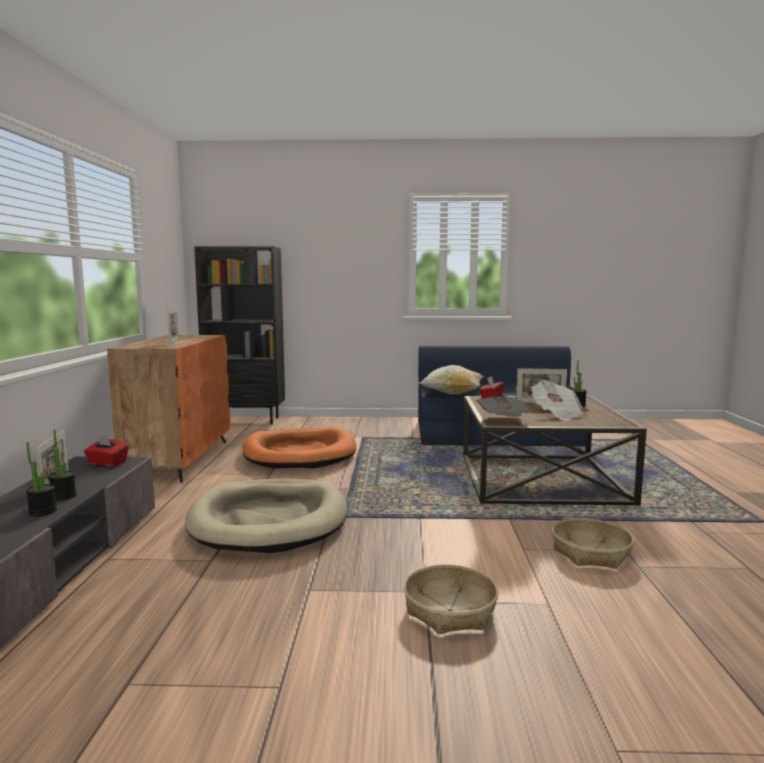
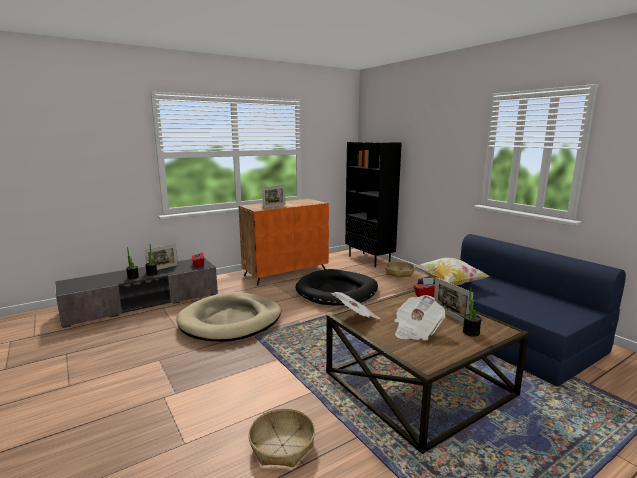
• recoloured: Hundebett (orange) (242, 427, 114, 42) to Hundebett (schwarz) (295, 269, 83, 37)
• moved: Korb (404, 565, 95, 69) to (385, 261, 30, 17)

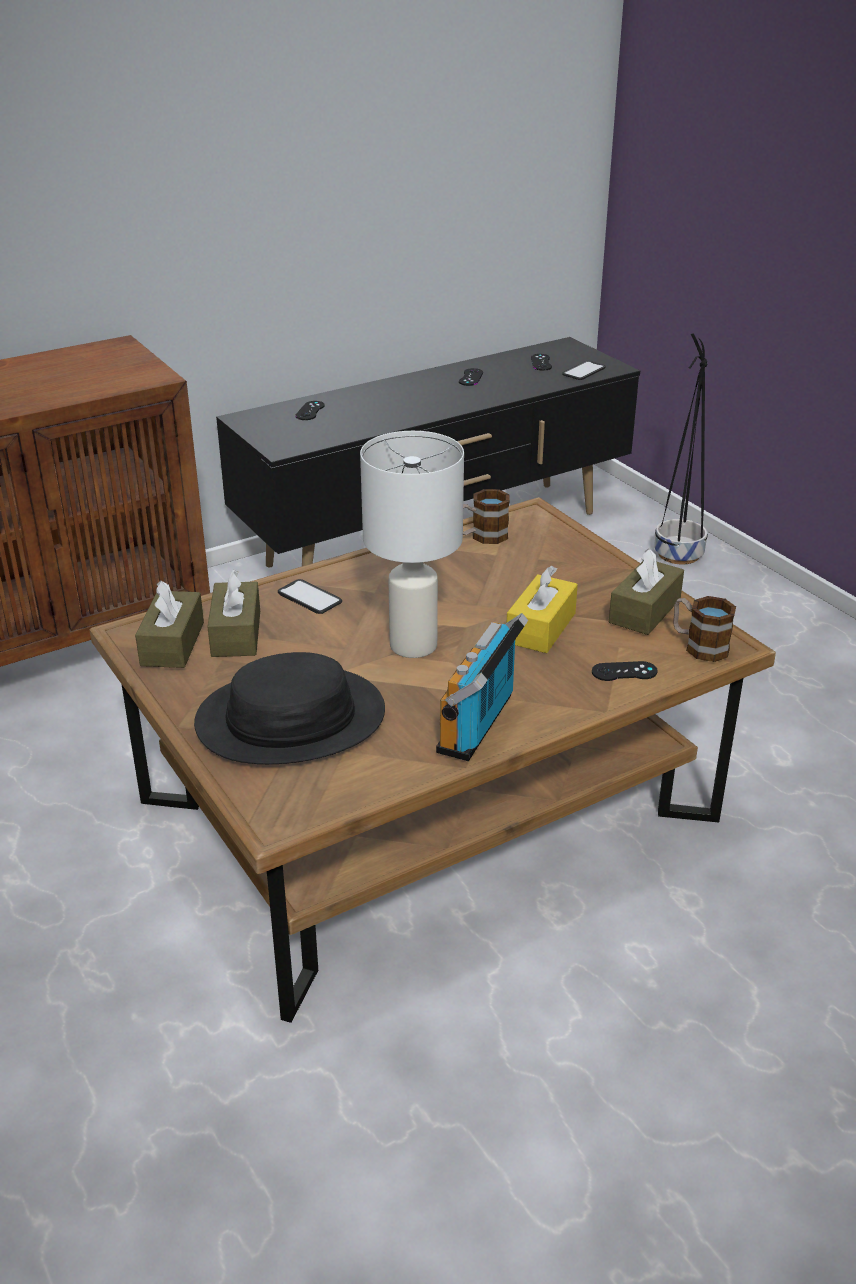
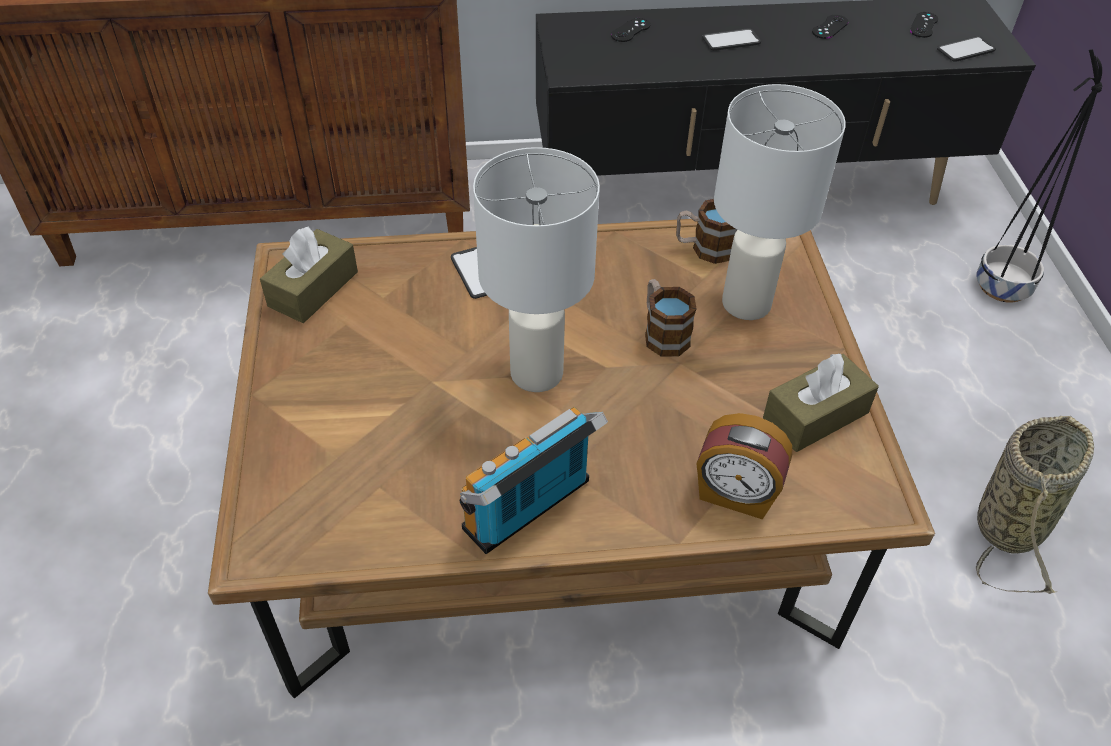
• removed: Taschentuchbox (gelb) (507, 565, 71, 88)
• removed: Taschentuchbox (braun) (207, 570, 53, 87)
• moved: Henkelbecher (673, 596, 63, 66) to (645, 279, 51, 78)
• removed: Hut (schwarz) (194, 652, 191, 112)
• replaced: Gamepad (schwarz) (592, 661, 66, 20) to Wecker (696, 413, 96, 106)
• added: Handy (702, 28, 59, 23)
• added: Tischlampe (weiß) (714, 84, 132, 236)
• added: Korb (976, 416, 118, 178)

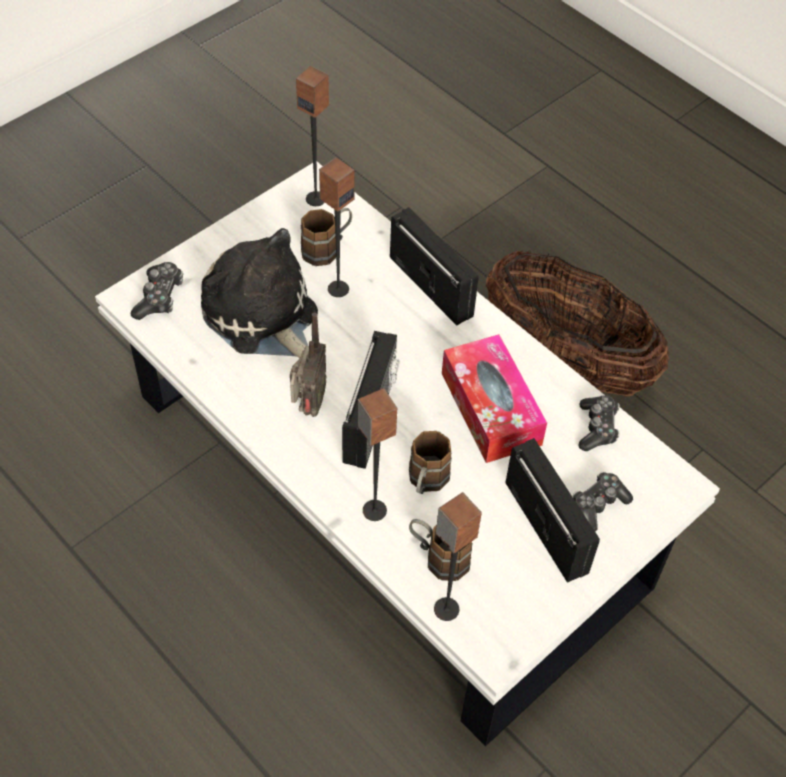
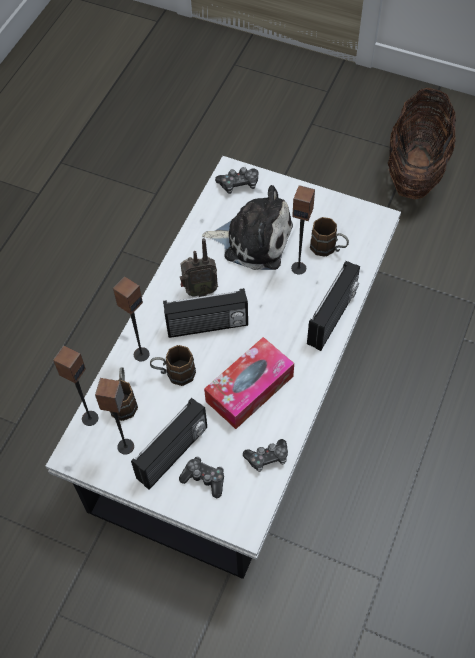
• moved: Lautsprecher (296, 66, 33, 140) to (95, 378, 39, 77)
• turned: Plüschtier (201, 228, 117, 131) = (202, 185, 91, 85) 75 degrees clockwise
• moved: Korb (486, 251, 183, 145) to (388, 88, 68, 111)

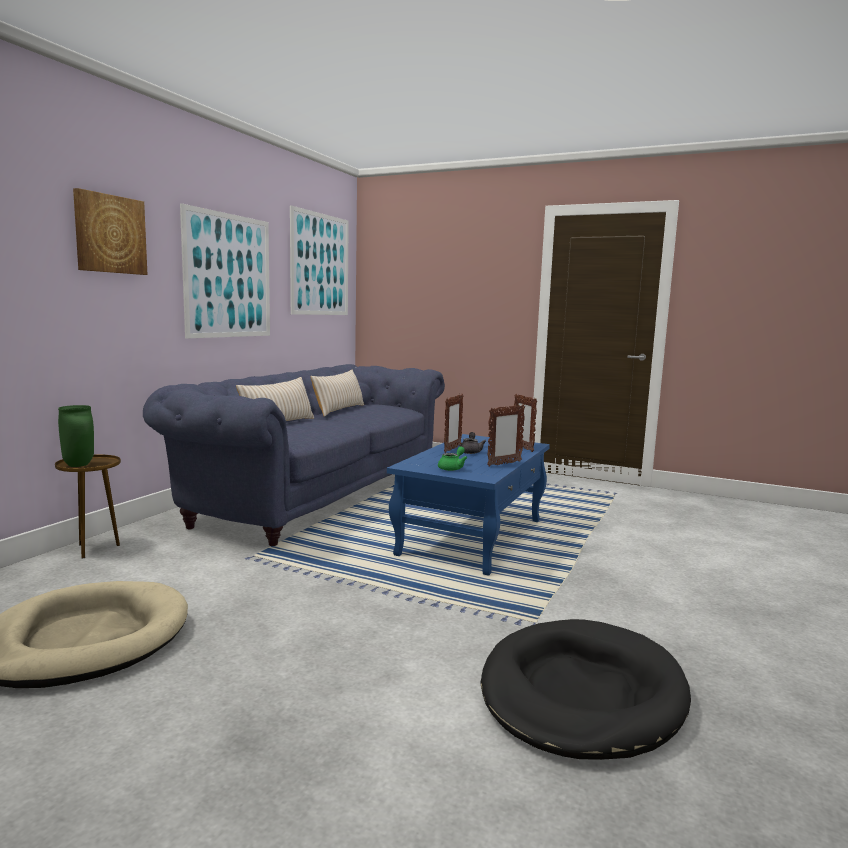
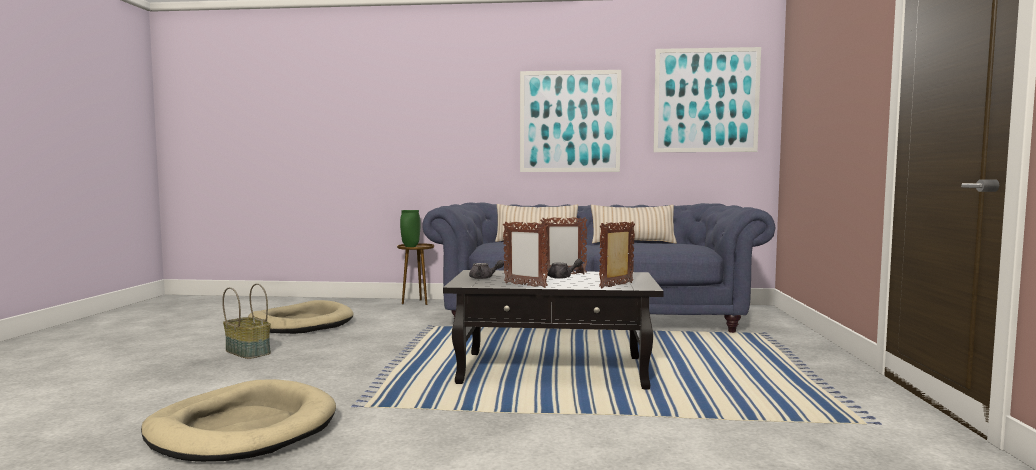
• removed: Bild (73, 188, 75, 87)
• recoloured: Couchtisch (blau) (387, 434, 163, 142) to Couchtisch (schwarz) (443, 270, 221, 120)
• recoloured: Teekanne (grün) (438, 447, 30, 24) to Teekanne (grau) (469, 260, 35, 19)
• recoloured: Hundebett (schwarz) (480, 619, 211, 141) to Hundebett (beige) (141, 379, 195, 83)
• added: Korb (222, 283, 49, 76)

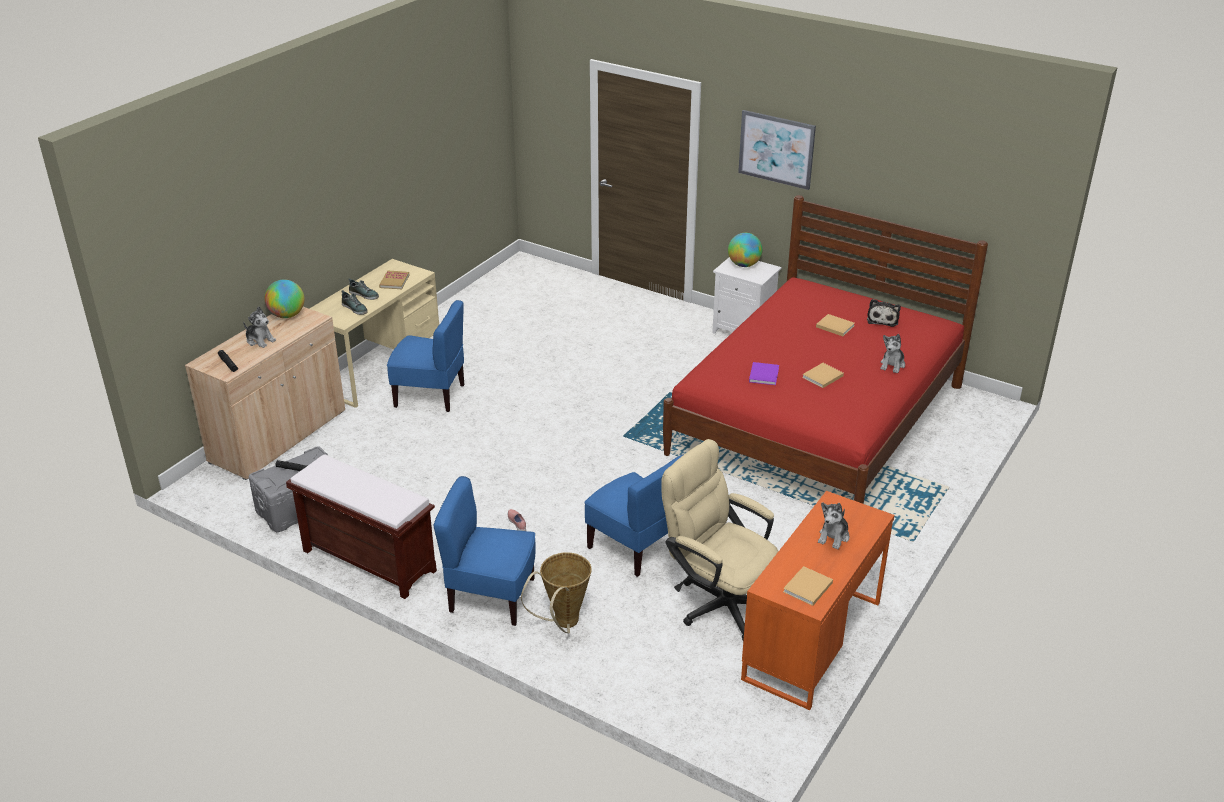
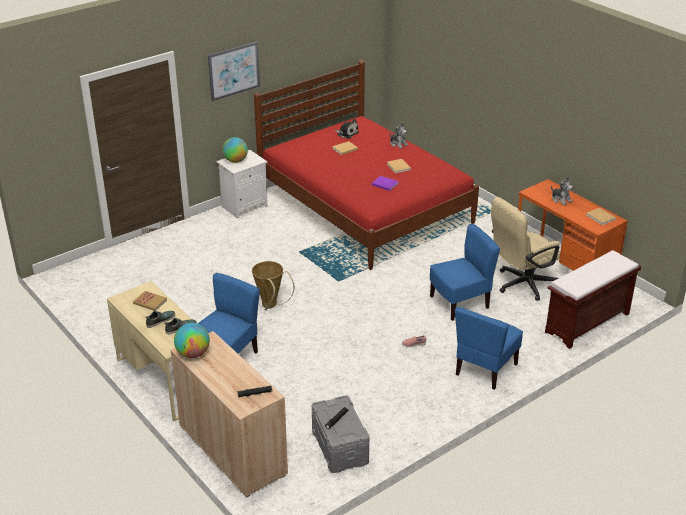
• removed: Plüschtier (243, 306, 33, 42)
• moved: Bank (braun) (286, 454, 151, 145) to (545, 250, 96, 99)
• moved: Korb (521, 552, 71, 81) to (252, 261, 42, 49)

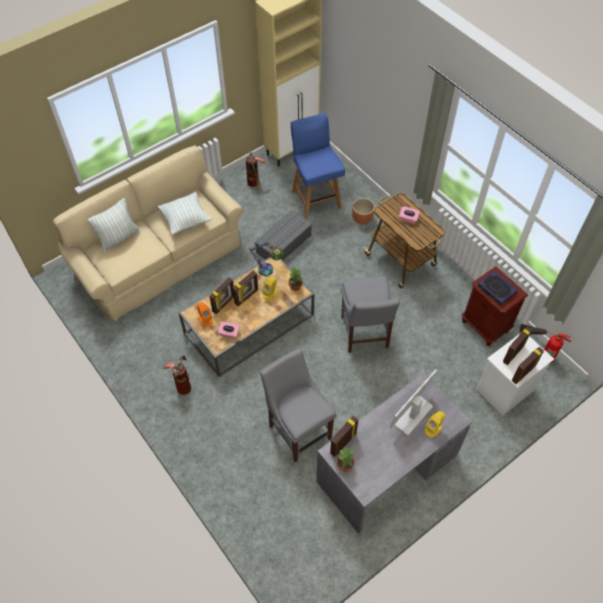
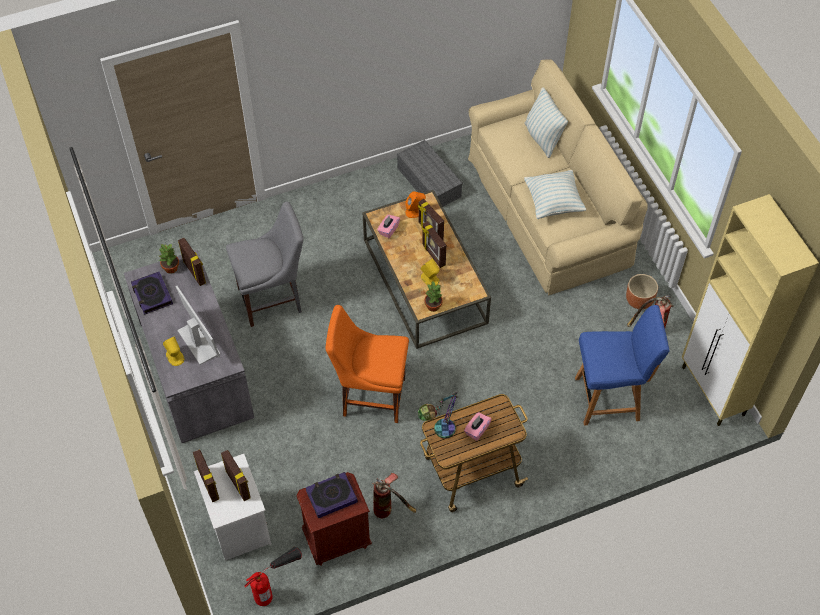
• moved: Pflanzkübel (braun) (352, 198, 23, 26) to (626, 274, 32, 35)
• moved: Aufbewahrungsbox (grau) (255, 210, 57, 50) to (397, 140, 66, 67)
• moved: Tischlampe (248, 243, 35, 33) to (418, 391, 40, 48)
• recoloured: Stuhl (grau) (341, 276, 59, 77) to Stuhl (orange) (325, 305, 84, 118)
• moved: Feuerlöscher (163, 355, 28, 40) to (372, 473, 44, 45)
• added: Buch (131, 272, 42, 43)

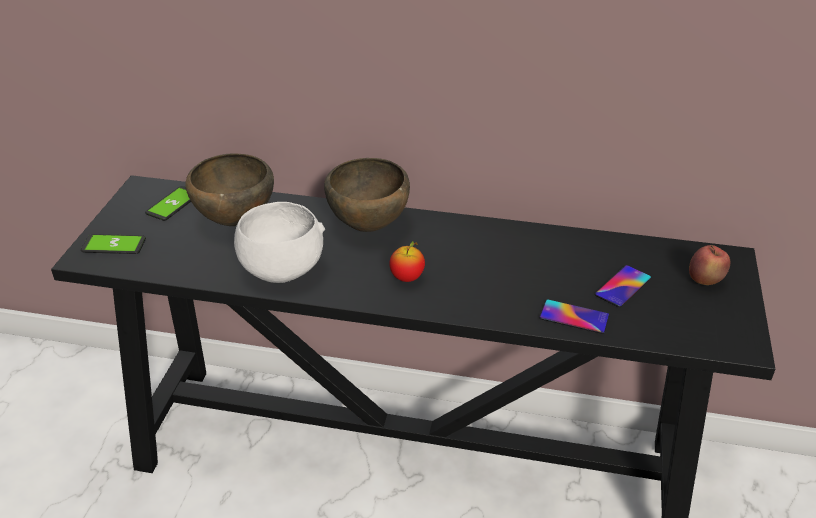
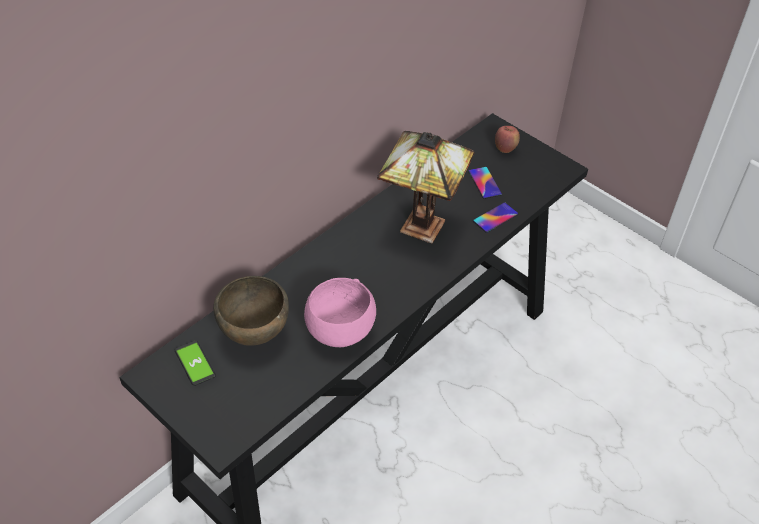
• removed: Schüssel (braun) (324, 158, 86, 74)
• recoloured: Schüssel (weiß) (234, 202, 91, 81) to Schüssel (rosa) (304, 278, 72, 69)
• removed: Handy (81, 234, 65, 20)
• removed: Apfel (389, 241, 36, 41)
• added: Tischlampe (377, 131, 98, 112)

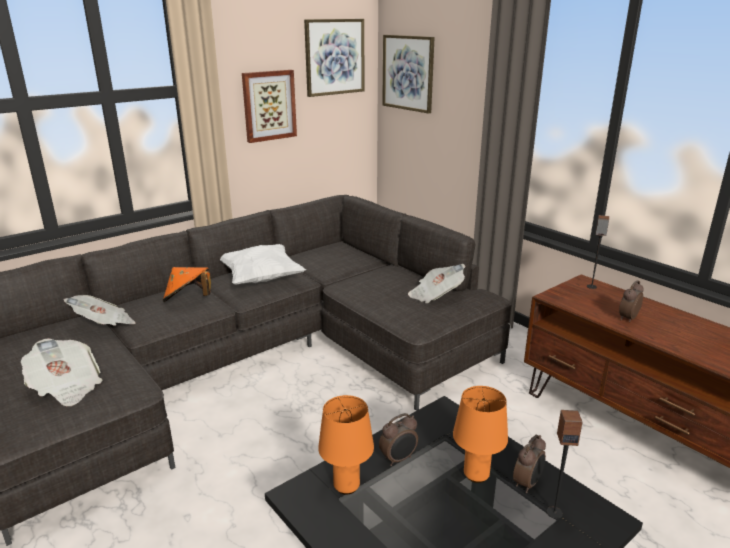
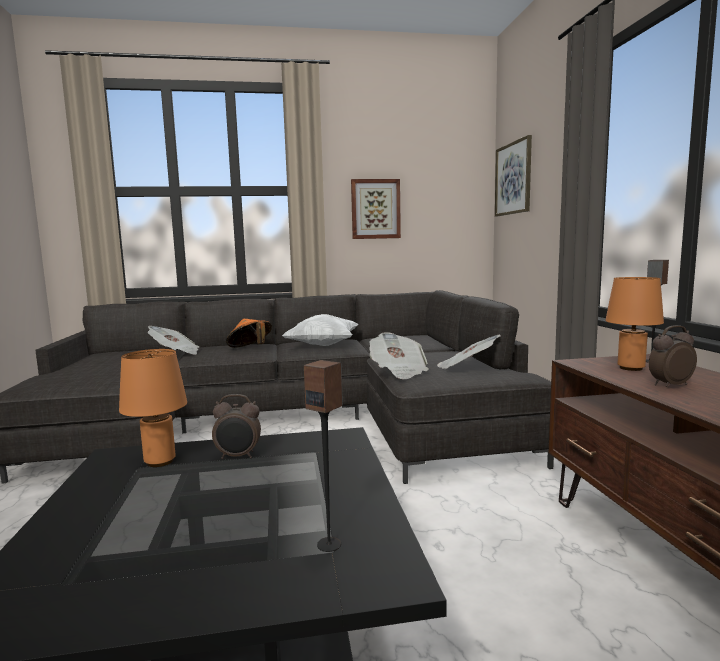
• removed: Bild (304, 19, 60, 78)
• moved: Zeitung (21, 338, 82, 68) to (369, 332, 60, 47)
• moved: Tischlampe (orange) (453, 386, 55, 97) to (605, 277, 59, 94)
• removed: Wecker (513, 435, 33, 58)

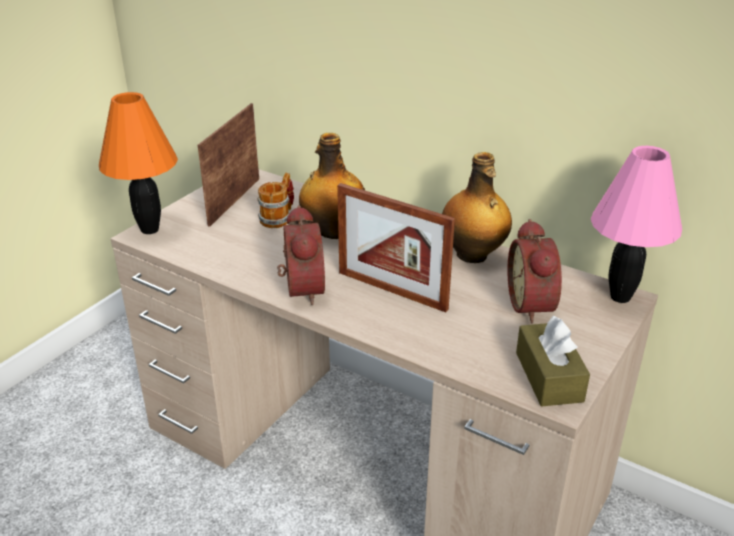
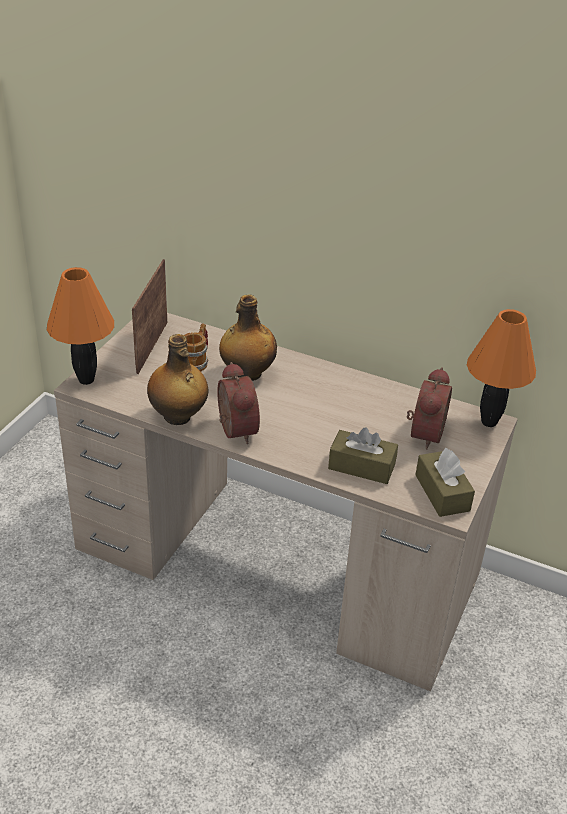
• recoloured: Tischlampe (rosa) (591, 146, 91, 157) to Tischlampe (orange) (467, 309, 69, 118)
• moved: Flasche (442, 152, 70, 111) to (147, 334, 61, 91)
• removed: Bilderrahmen (337, 183, 118, 129)
• turned: Wecker (507, 219, 55, 104) = (407, 367, 45, 82) 150 degrees counterclockwise
• added: Taschentuchbox (braun) (328, 428, 70, 56)

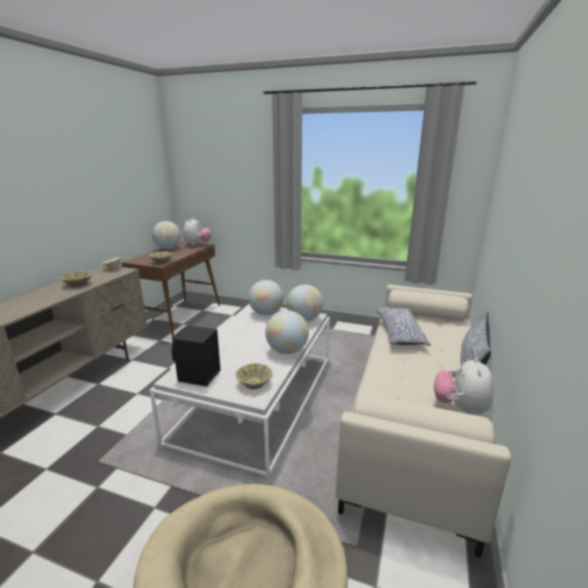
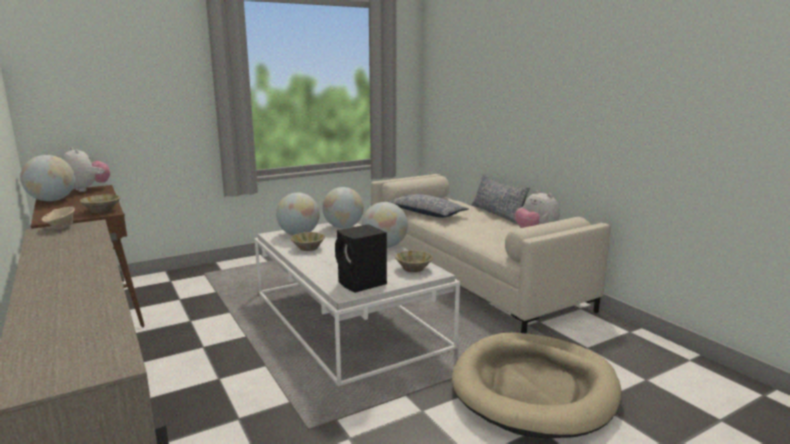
• moved: Schüssel (beige) (60, 271, 32, 16) to (291, 232, 34, 19)

